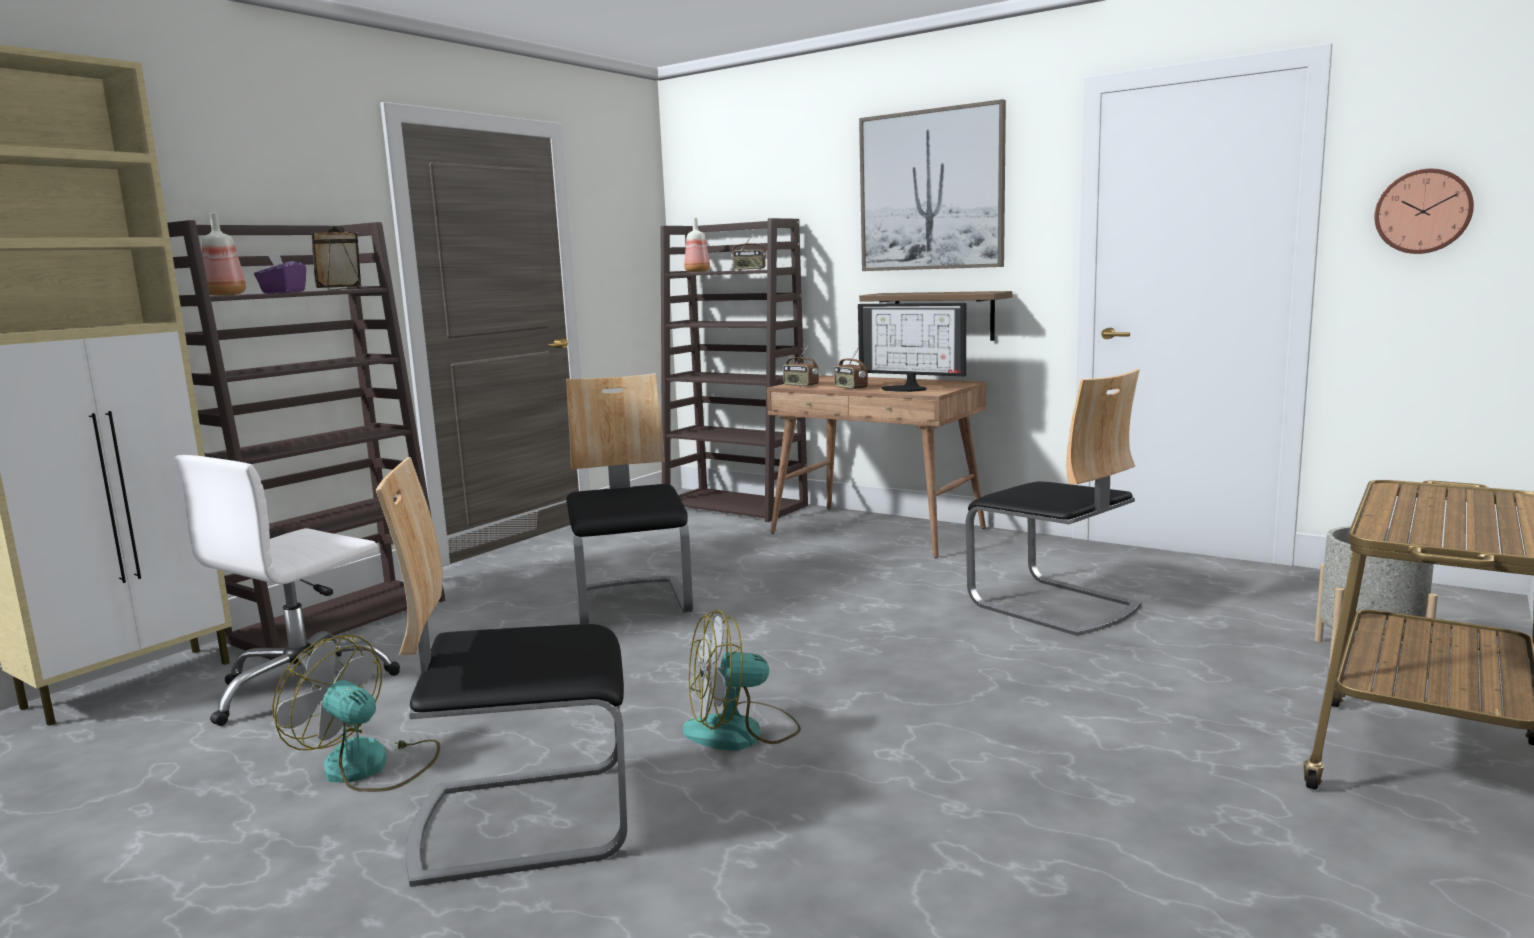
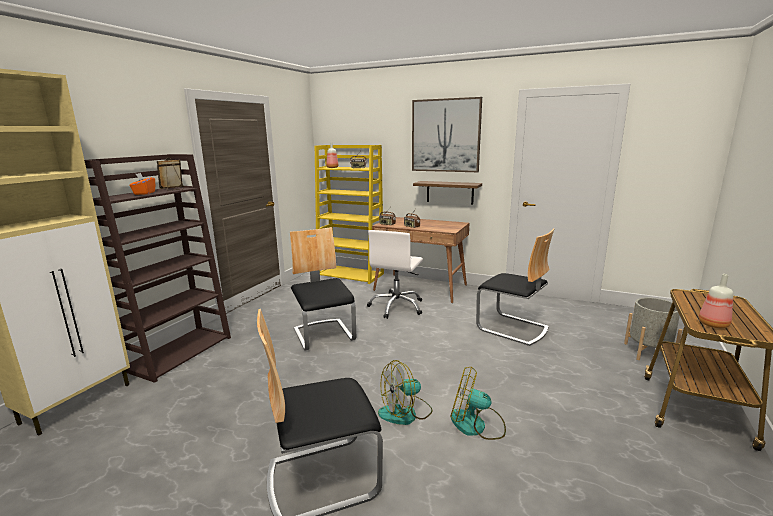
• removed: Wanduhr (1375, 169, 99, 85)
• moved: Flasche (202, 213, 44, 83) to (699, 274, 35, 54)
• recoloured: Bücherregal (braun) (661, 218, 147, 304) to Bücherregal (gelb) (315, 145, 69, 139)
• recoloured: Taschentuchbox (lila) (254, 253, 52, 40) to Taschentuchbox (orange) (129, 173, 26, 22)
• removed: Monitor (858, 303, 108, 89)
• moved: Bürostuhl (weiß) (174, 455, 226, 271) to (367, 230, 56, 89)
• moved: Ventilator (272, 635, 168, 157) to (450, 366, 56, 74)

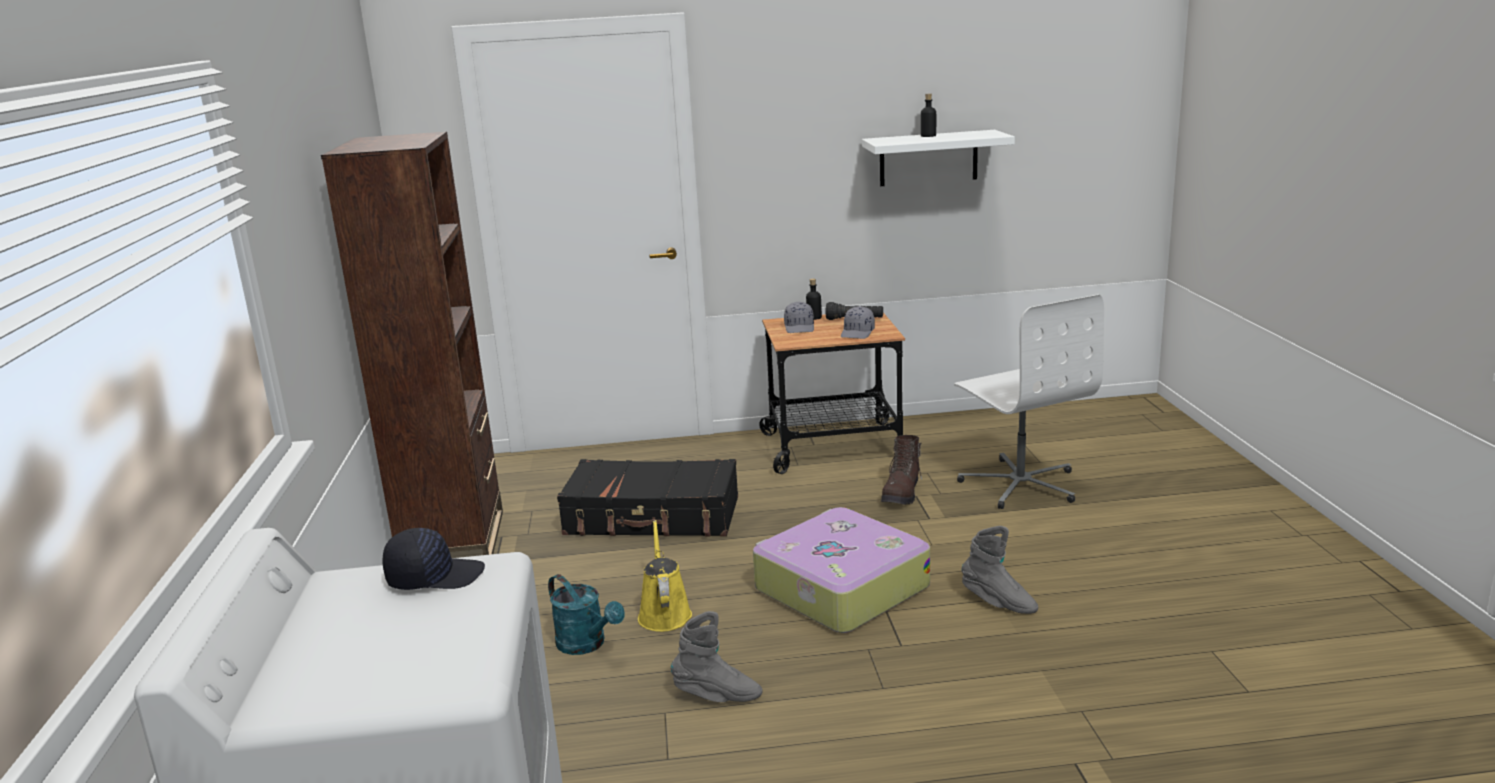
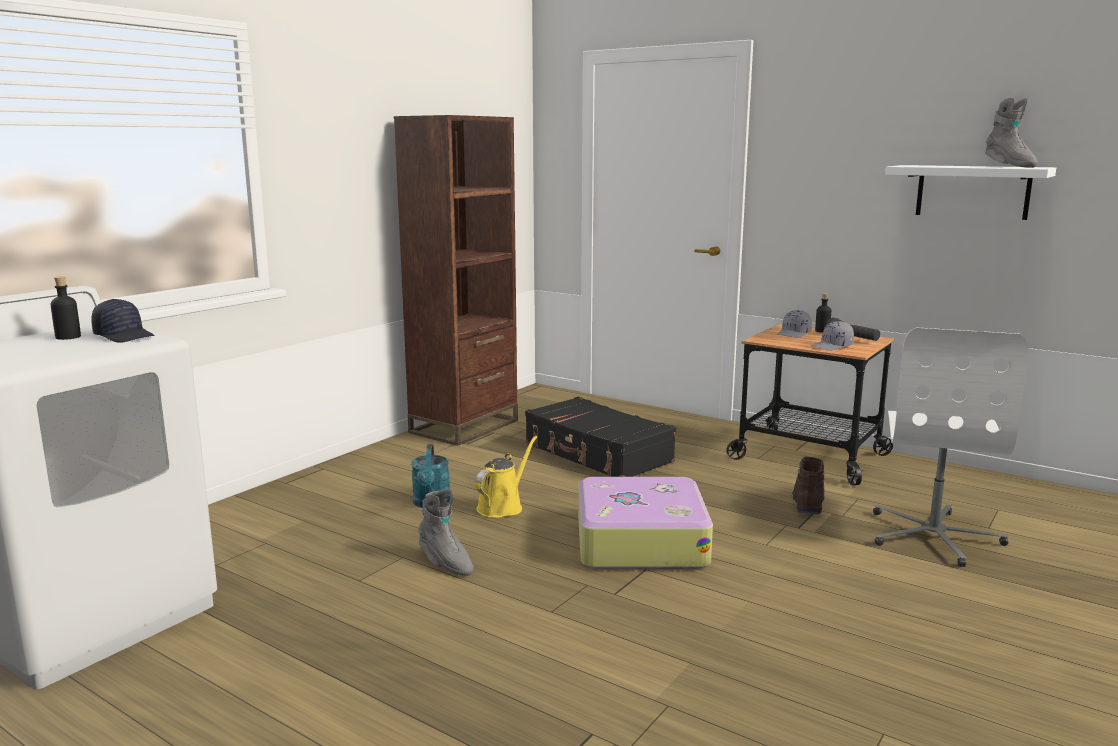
• moved: Flasche (schwarz) (921, 94, 15, 43) to (51, 277, 30, 63)
• turned: Stiefel (braun) (881, 435, 41, 70) = (791, 456, 34, 58) 135 degrees clockwise
• moved: Stiefel (grau) (962, 526, 76, 88) to (985, 98, 53, 70)

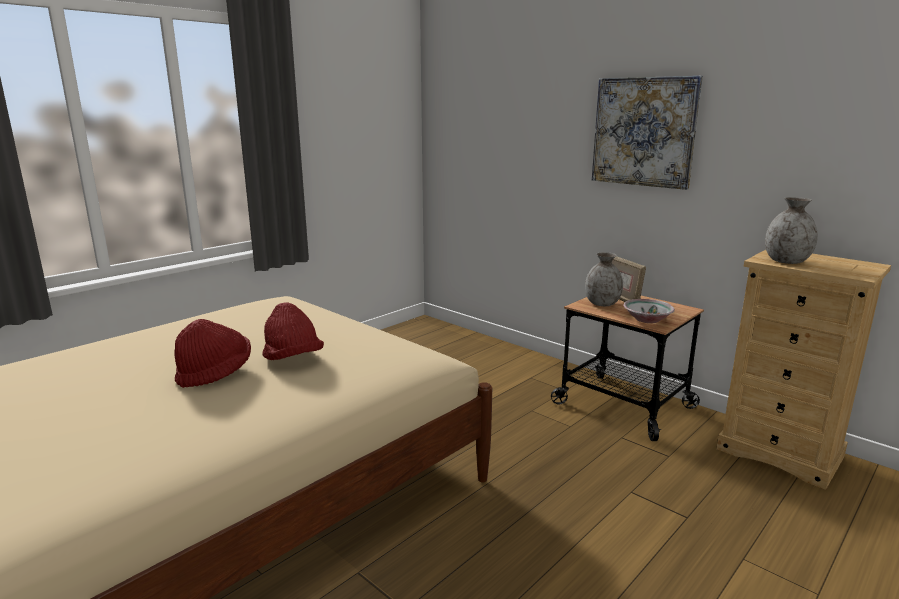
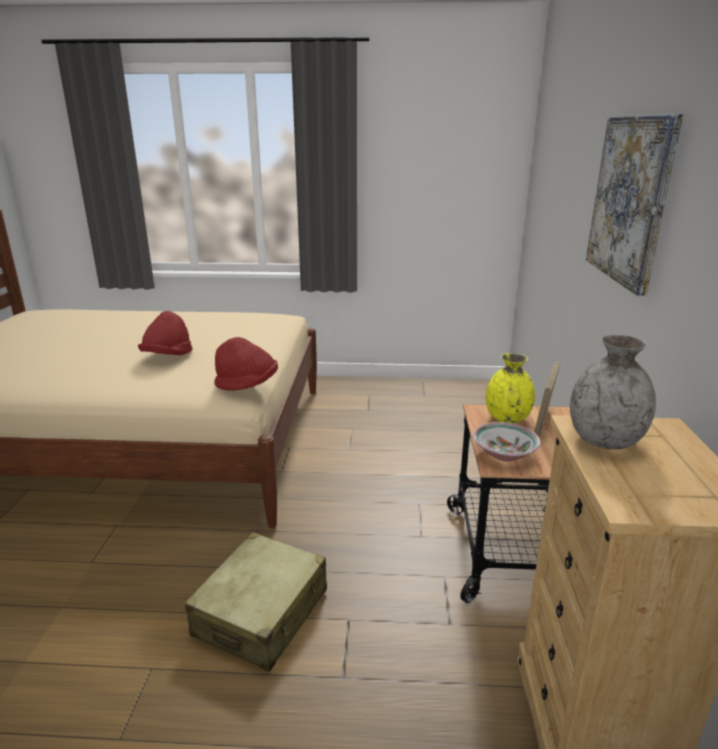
• recoloured: Vase (grau) (585, 252, 38, 54) to Vase (gelb) (486, 353, 49, 70)
• moved: Hut (rot) (174, 319, 77, 69) to (215, 337, 63, 54)
• added: Koffer (beige) (185, 532, 142, 140)

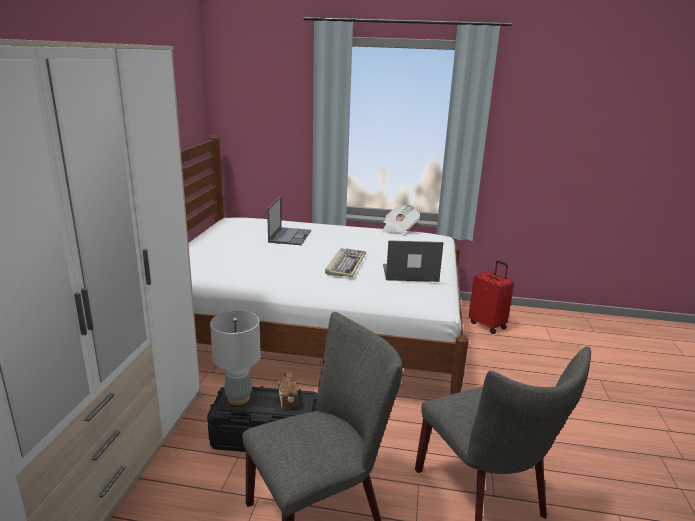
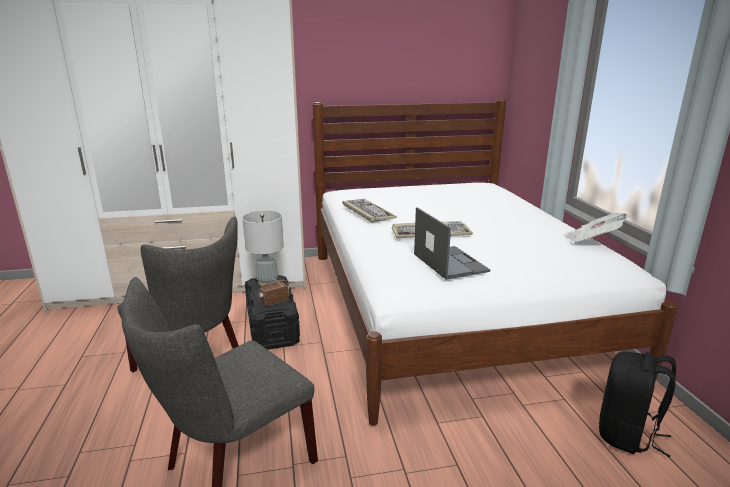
• removed: Laptop (267, 197, 44, 48)
• replaced: Koffer (rot) (469, 261, 45, 73) to Rucksack (schwarz) (599, 352, 77, 105)
• added: Tastatur (342, 199, 55, 24)

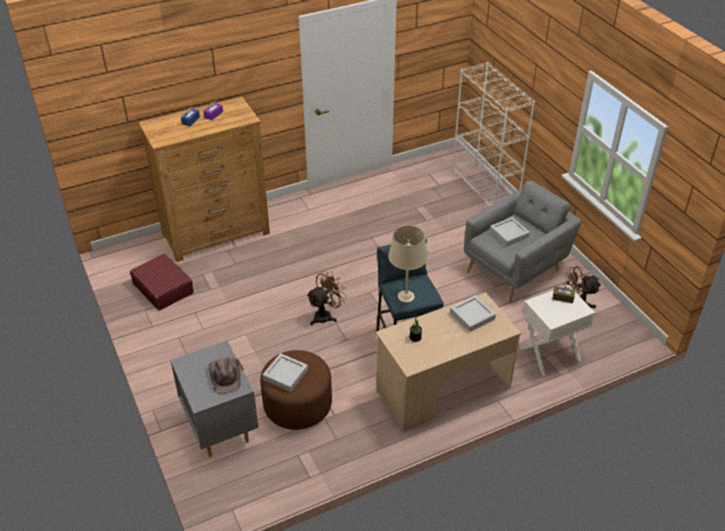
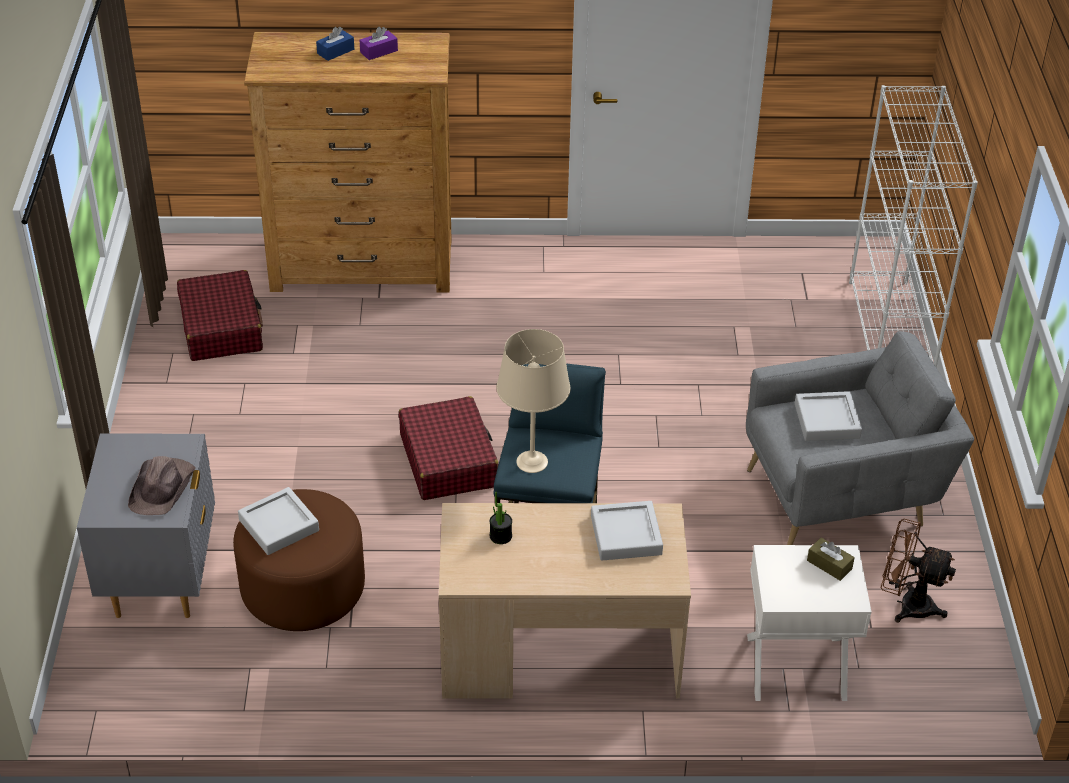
• replaced: Ventilator (braun) (307, 271, 40, 54) to Koffer (rot) (399, 396, 100, 104)

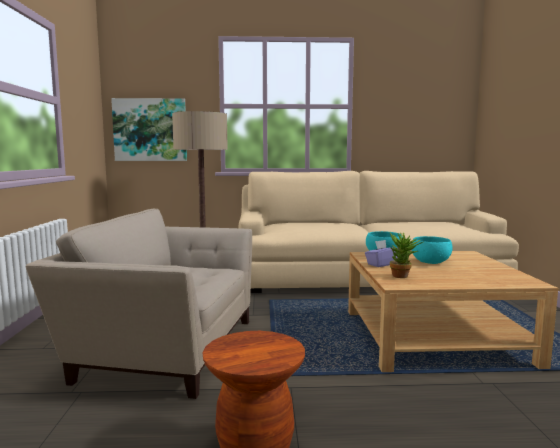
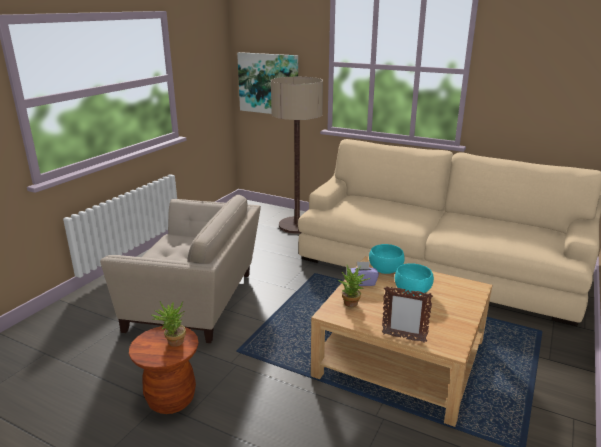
• turned: Sessel (beige) (25, 209, 227, 190) = (100, 195, 161, 148) 150 degrees clockwise
• added: Bilderrahmen (382, 286, 51, 57)
• added: Topfpflanze (152, 302, 34, 45)

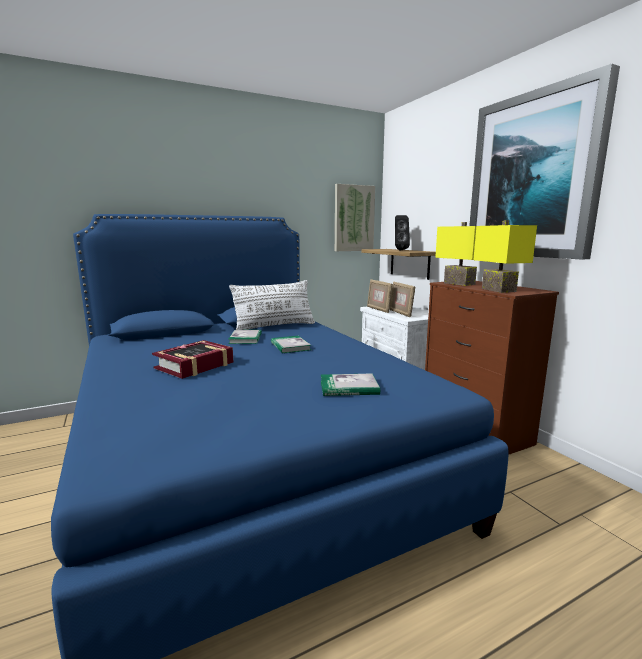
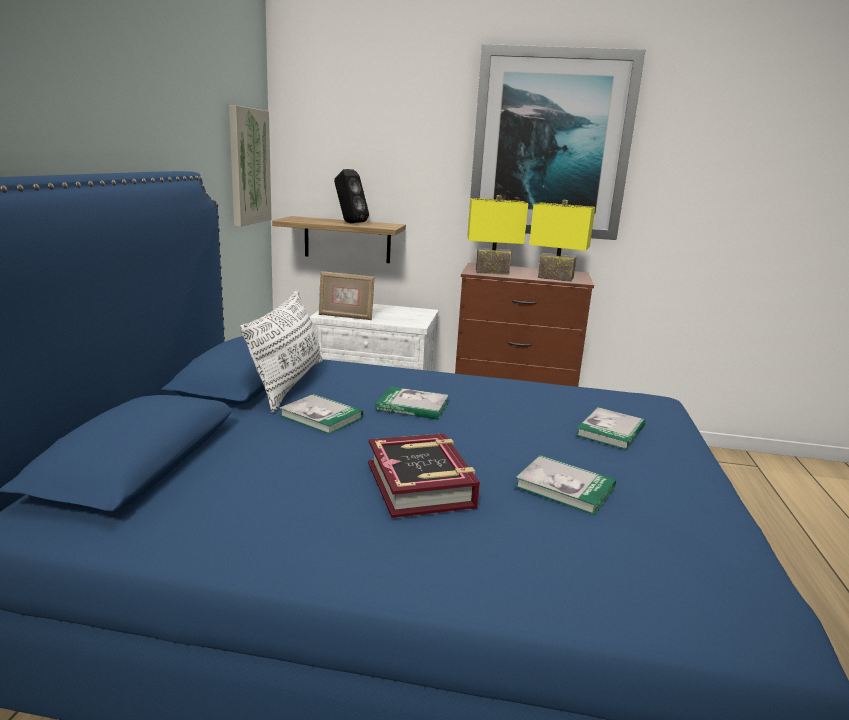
• removed: Bilderrahmen (390, 282, 25, 35)
• added: Buch (514, 455, 102, 60)

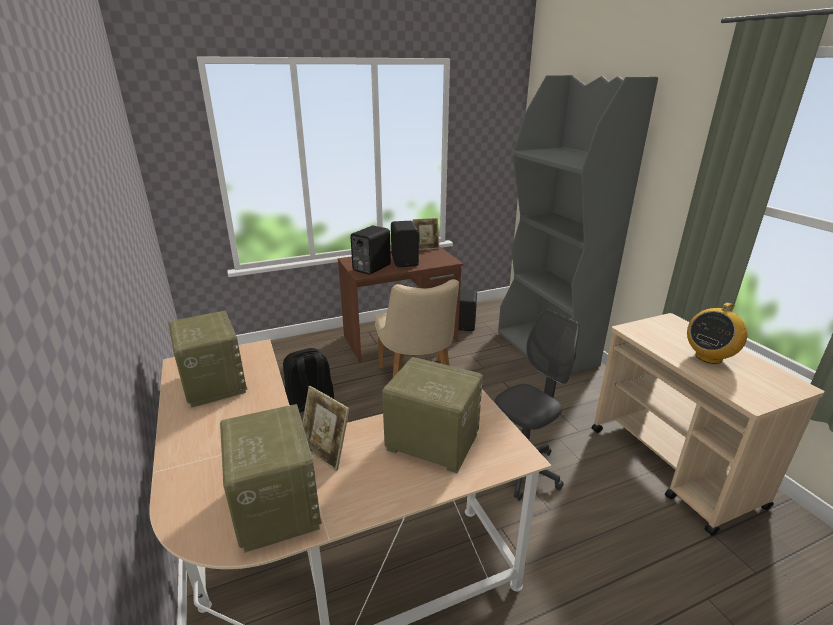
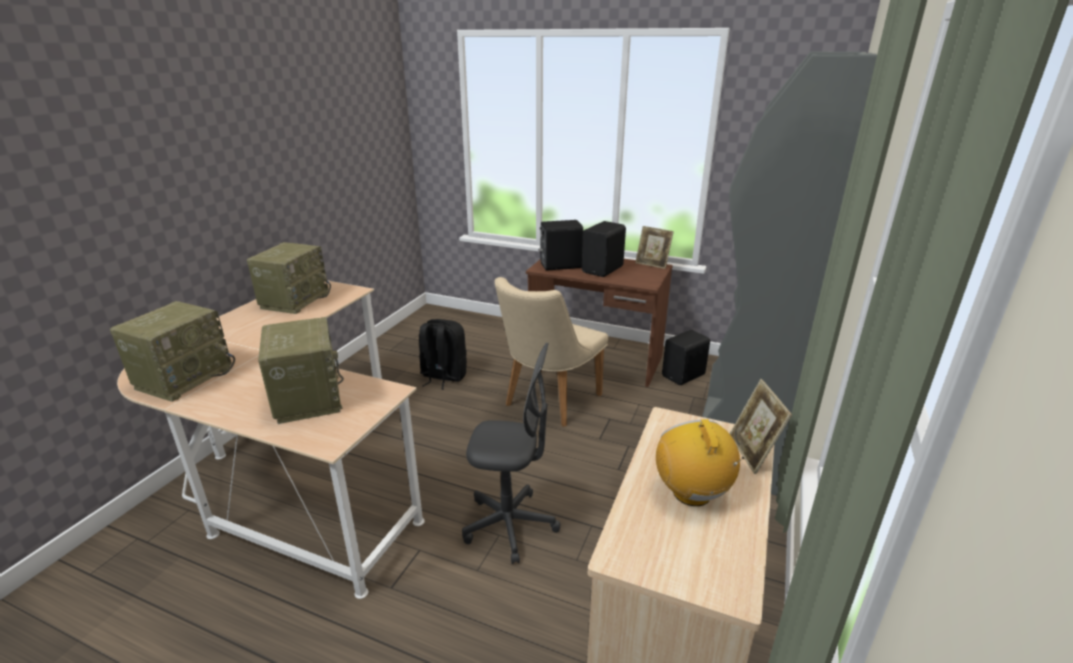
• turned: Radio (687, 303, 60, 61) = (656, 419, 88, 87) 75 degrees clockwise
• moved: Bilderrahmen (303, 386, 47, 85) to (730, 379, 62, 95)

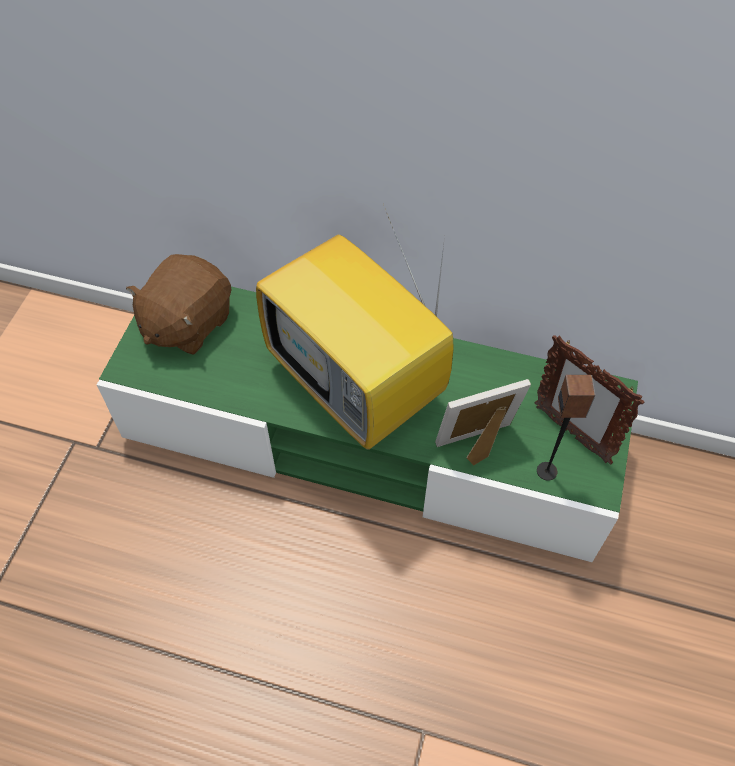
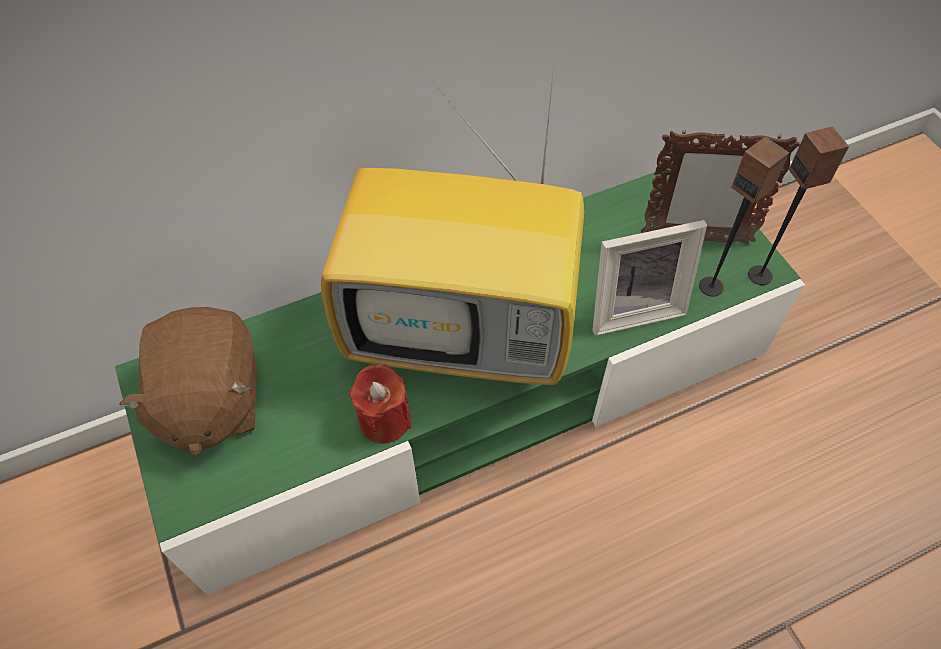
• turned: Bilderrahmen (435, 379, 96, 86) = (592, 220, 115, 116) 135 degrees counterclockwise
• added: Lautsprecher (748, 127, 101, 158)
• added: Kerze (rot) (349, 364, 63, 80)

